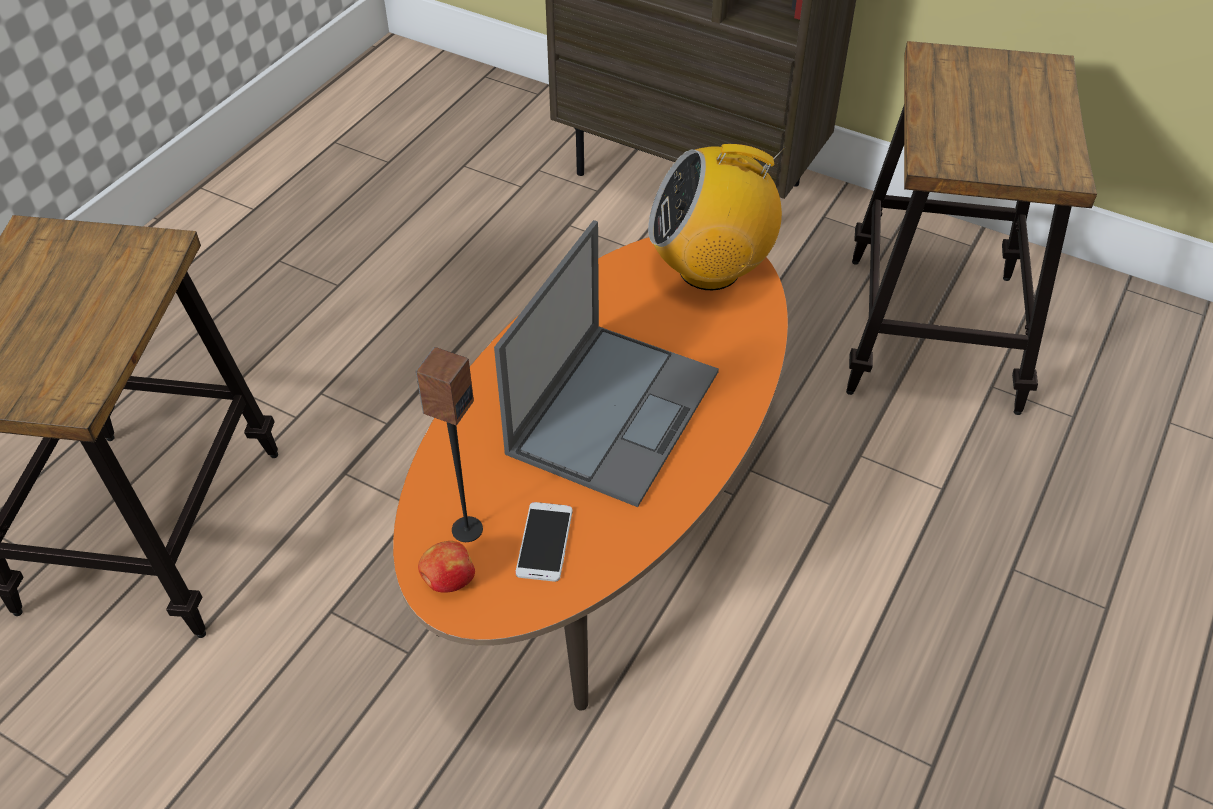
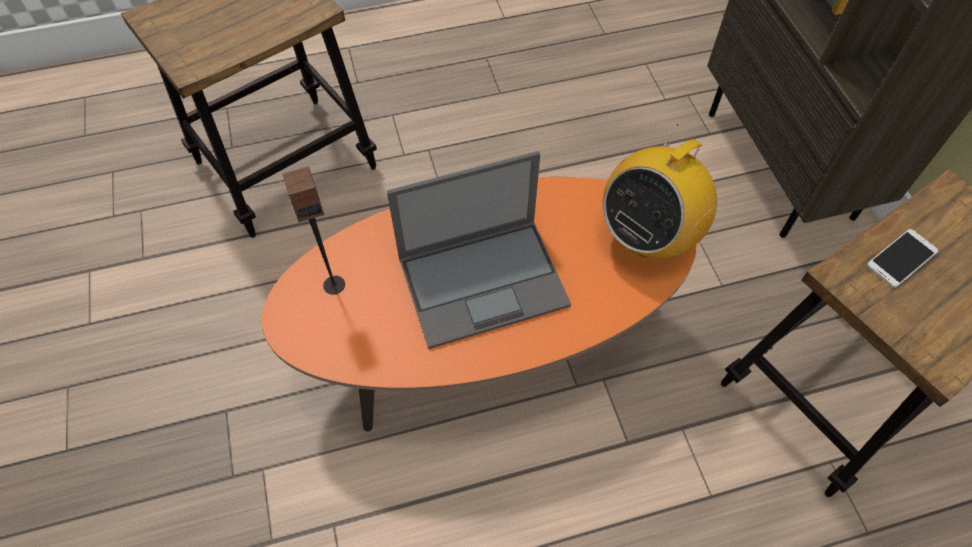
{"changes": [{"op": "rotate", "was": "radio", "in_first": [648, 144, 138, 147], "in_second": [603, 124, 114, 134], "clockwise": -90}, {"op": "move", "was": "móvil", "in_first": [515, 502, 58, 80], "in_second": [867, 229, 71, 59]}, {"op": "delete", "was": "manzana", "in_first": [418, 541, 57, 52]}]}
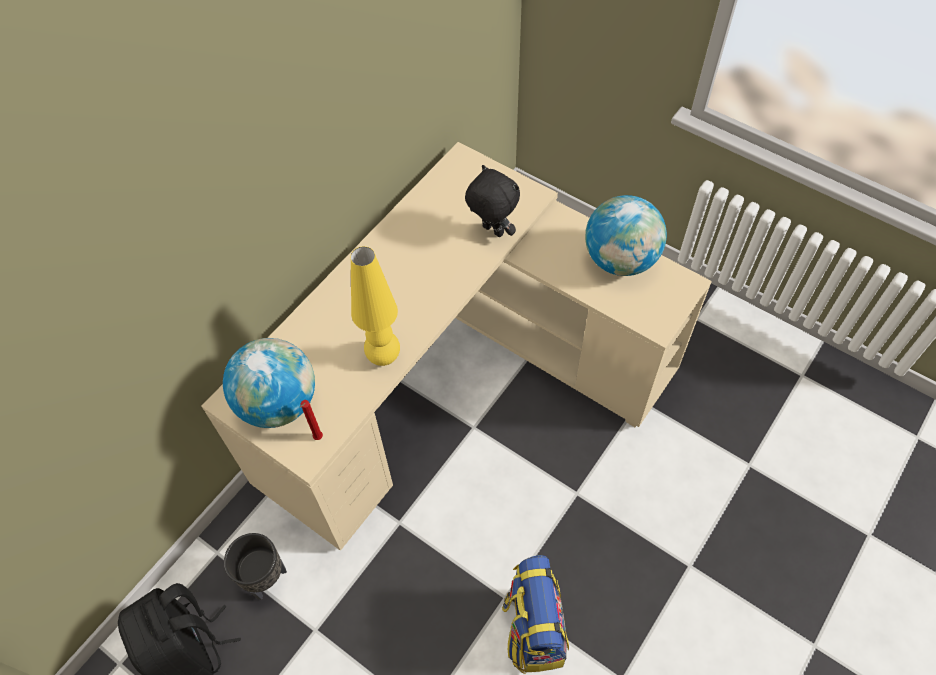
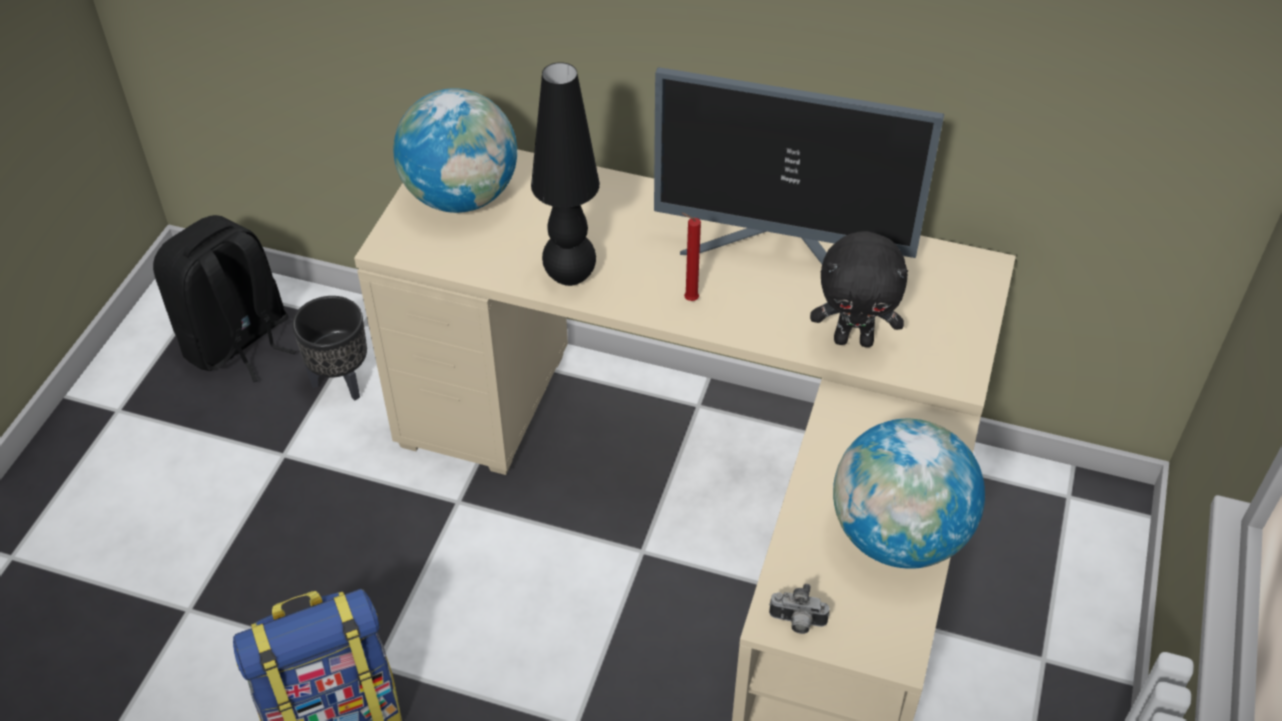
{"changes": [{"op": "recolor", "was": "lámpara de mesa/amarillo", "now": "lámpara de mesa/negro", "in_first": [351, 246, 49, 120], "in_second": [531, 62, 69, 224]}, {"op": "insert", "now": "monitor", "in_second": [654, 67, 290, 197]}, {"op": "move", "was": "vela/rojo", "in_first": [300, 400, 23, 40], "in_second": [682, 213, 19, 88]}, {"op": "insert", "now": "cámara", "in_second": [769, 584, 61, 50]}, {"op": "rotate", "was": "peluche/negro", "in_first": [465, 165, 55, 72], "in_second": [810, 231, 98, 116], "clockwise": 75}]}
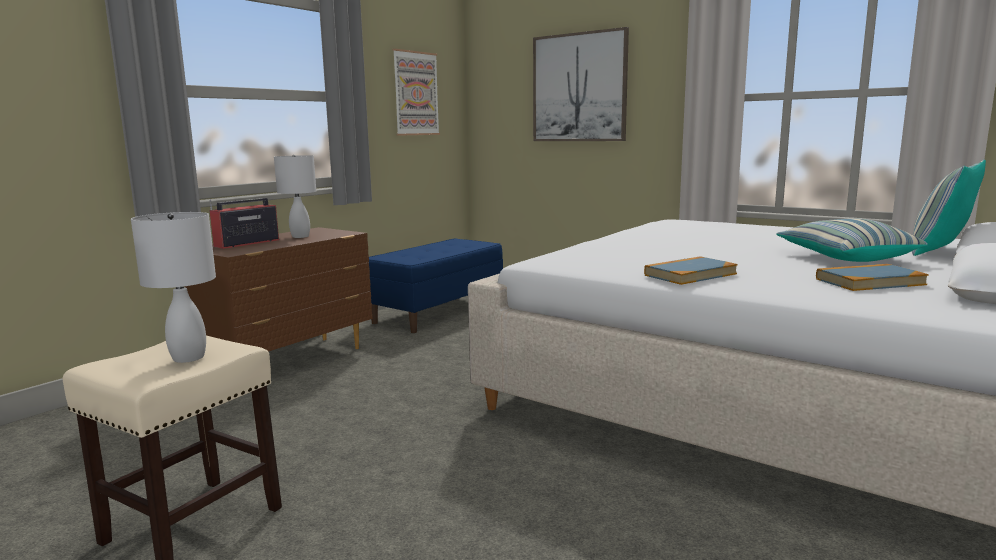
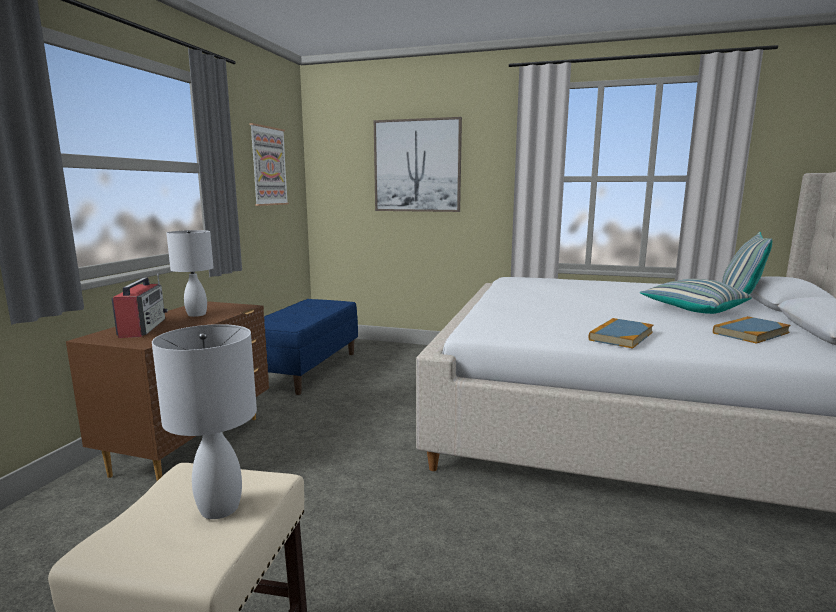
{"changes": [{"op": "rotate", "was": "radio", "in_first": [209, 198, 70, 51], "in_second": [112, 274, 56, 64], "clockwise": 150}]}
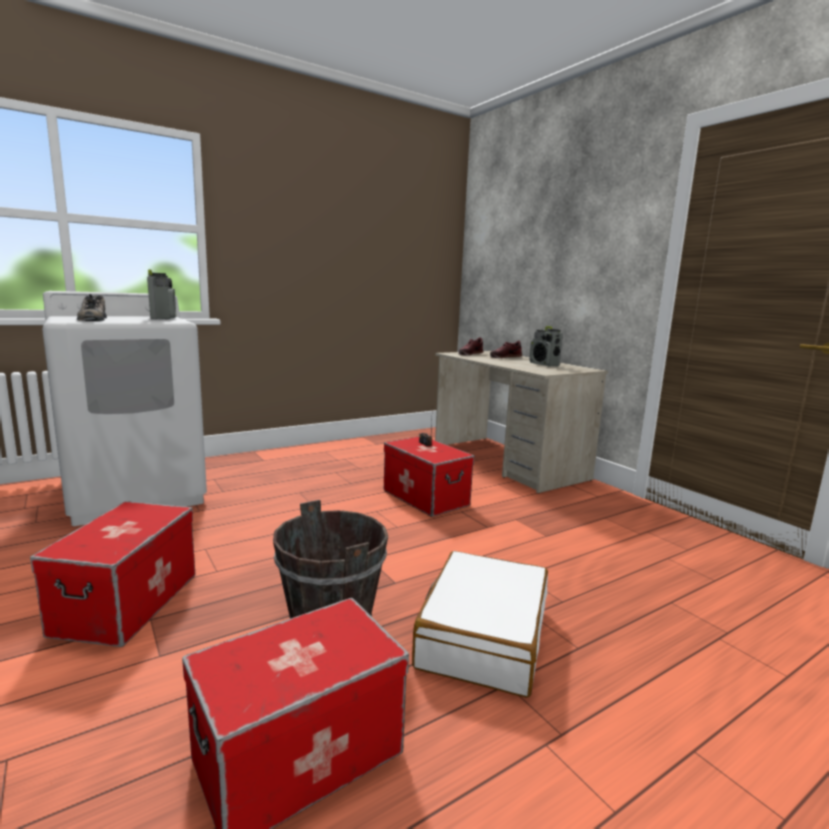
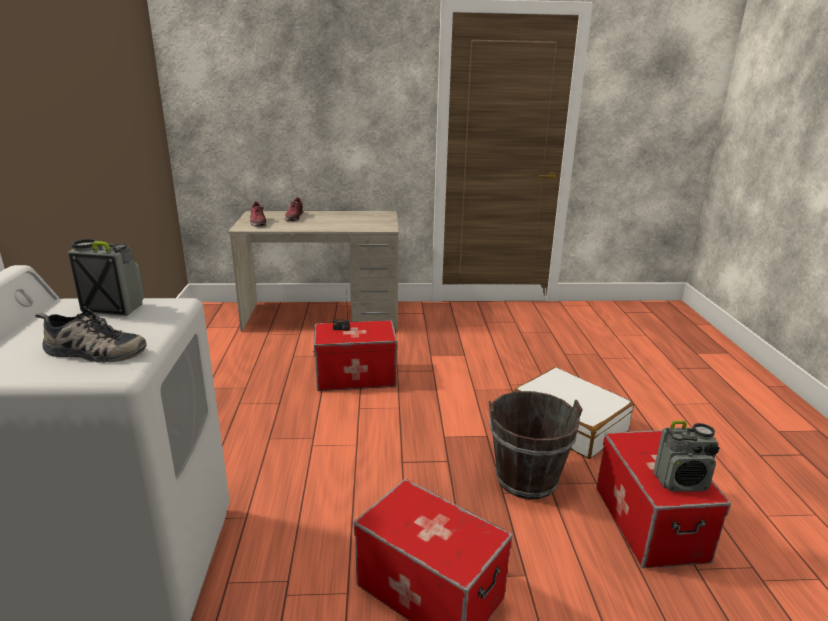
{"changes": [{"op": "move", "was": "radio", "in_first": [529, 326, 34, 40], "in_second": [653, 420, 66, 72]}]}
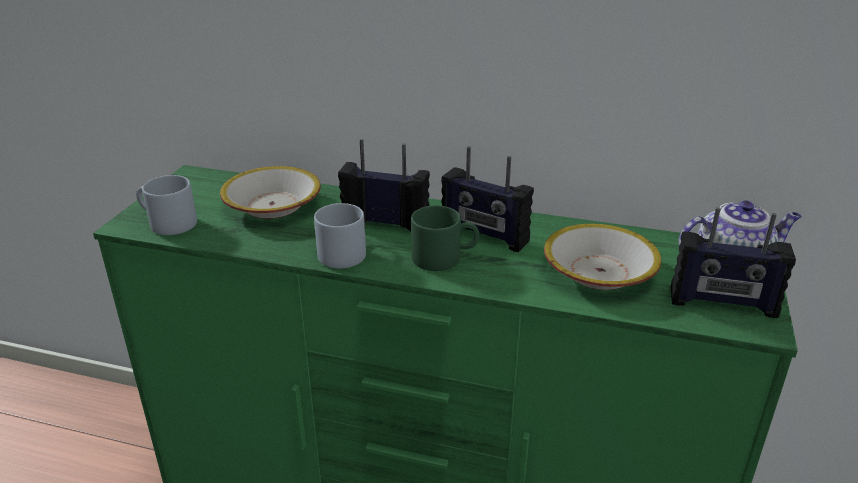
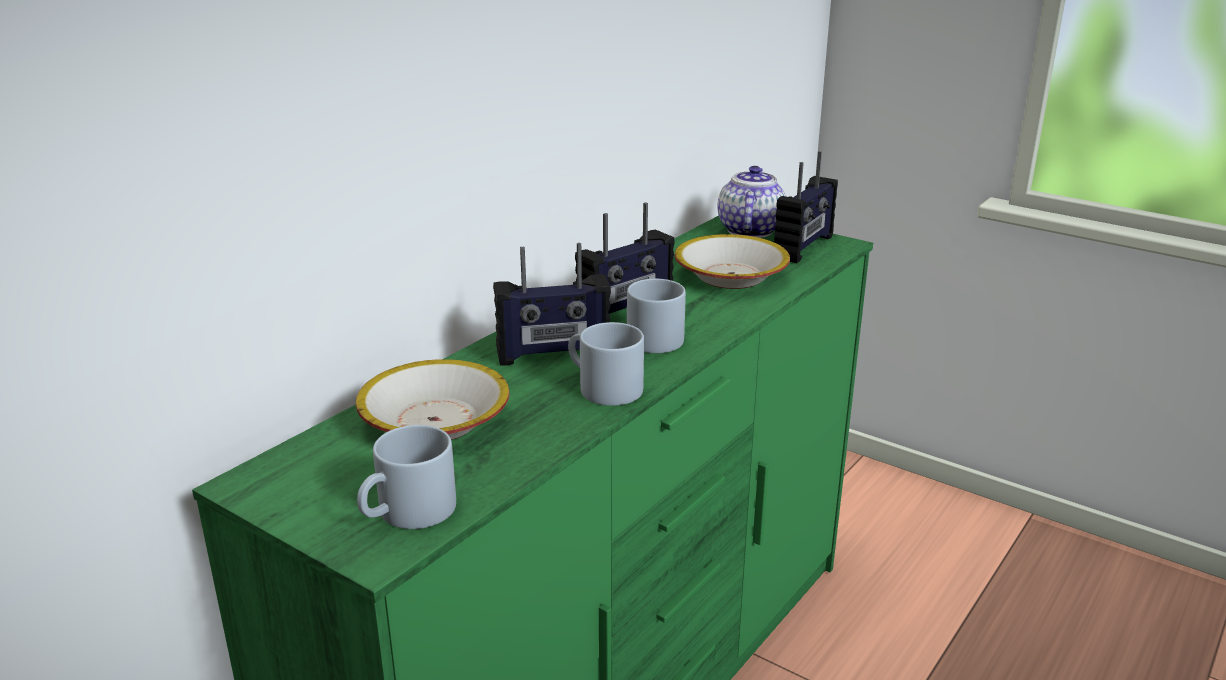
{"changes": [{"op": "rotate", "was": "radio", "in_first": [338, 139, 92, 92], "in_second": [493, 243, 118, 123], "clockwise": -135}, {"op": "recolor", "was": "taza grande/verde", "now": "taza grande/gris", "in_first": [411, 205, 68, 66], "in_second": [627, 279, 59, 74]}]}
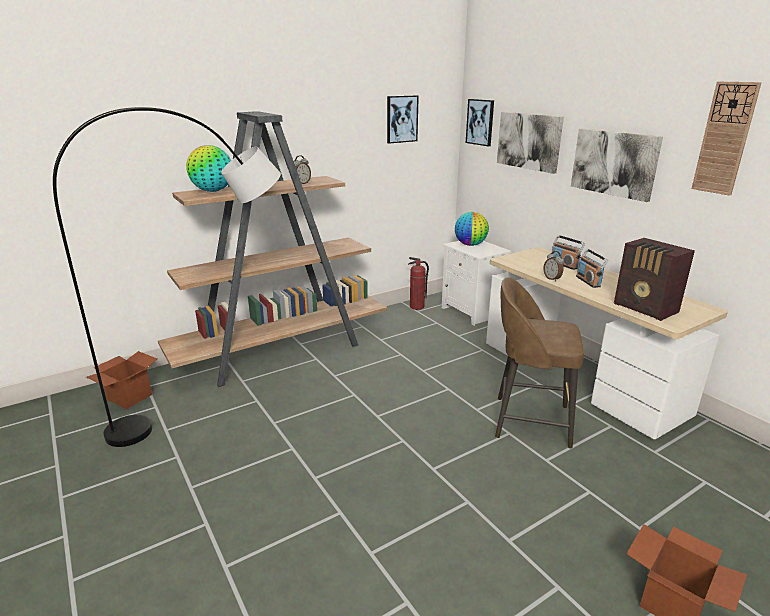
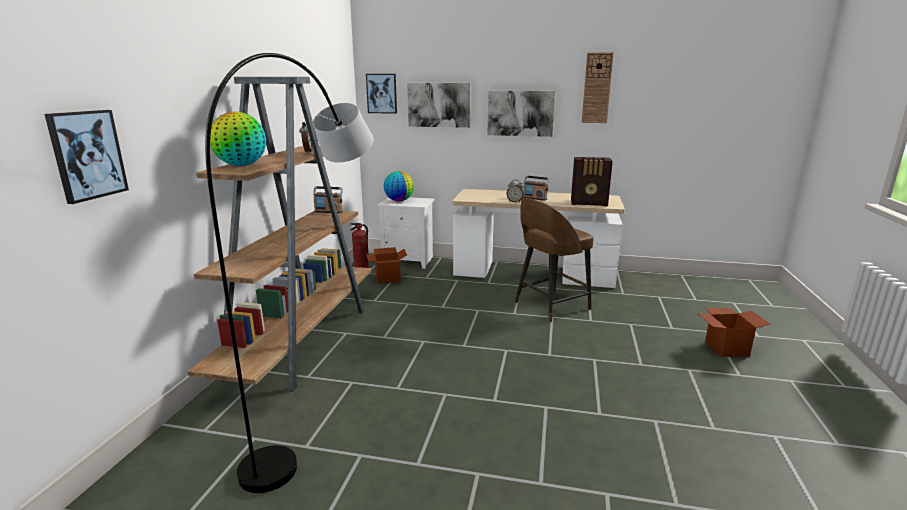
{"changes": [{"op": "move", "was": "cuadro", "in_first": [387, 95, 32, 49], "in_second": [44, 110, 85, 94]}, {"op": "move", "was": "radio", "in_first": [552, 235, 33, 35], "in_second": [313, 186, 30, 28]}, {"op": "move", "was": "caja de cartón", "in_first": [86, 351, 71, 58], "in_second": [366, 247, 41, 37]}]}
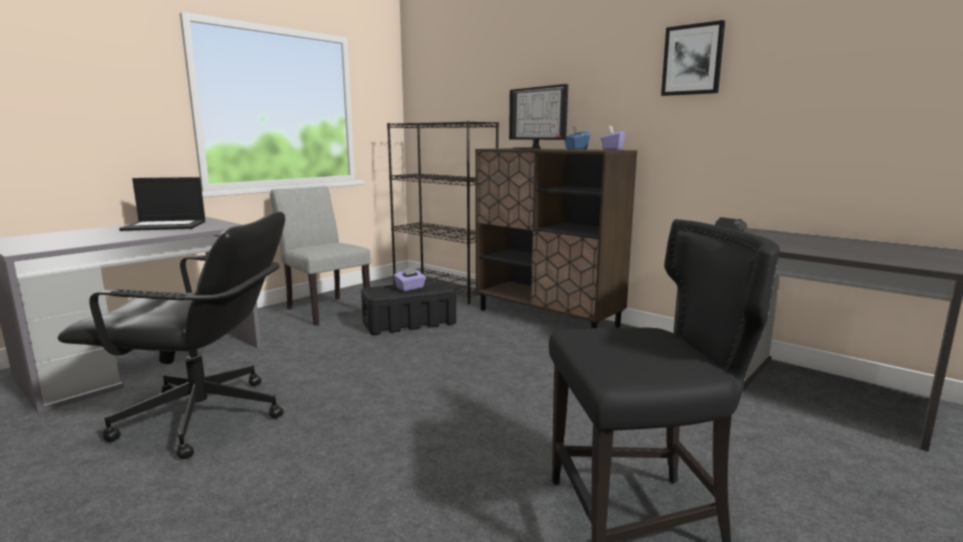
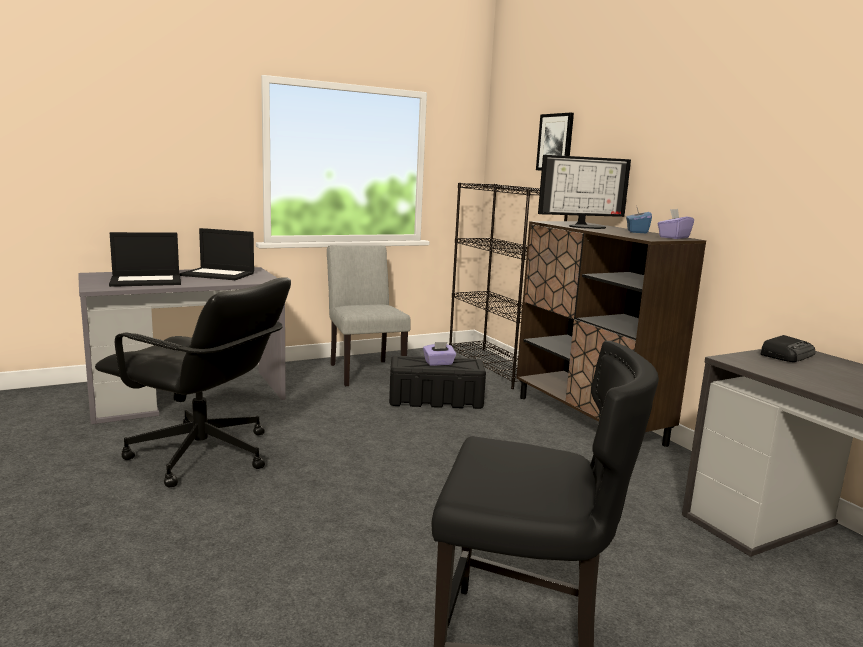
{"changes": [{"op": "insert", "now": "portátil", "in_second": [109, 232, 72, 55]}, {"op": "move", "was": "cuadro", "in_first": [661, 20, 64, 76], "in_second": [536, 113, 38, 58]}, {"op": "rotate", "was": "monitor", "in_first": [509, 84, 59, 66], "in_second": [538, 155, 93, 74], "clockwise": -90}]}
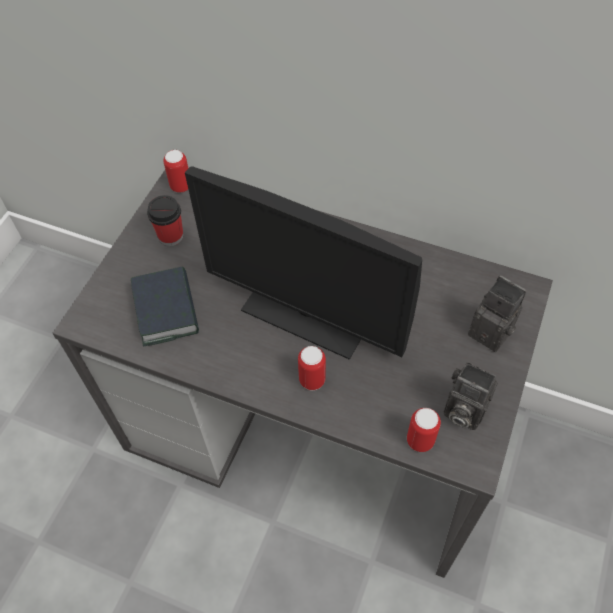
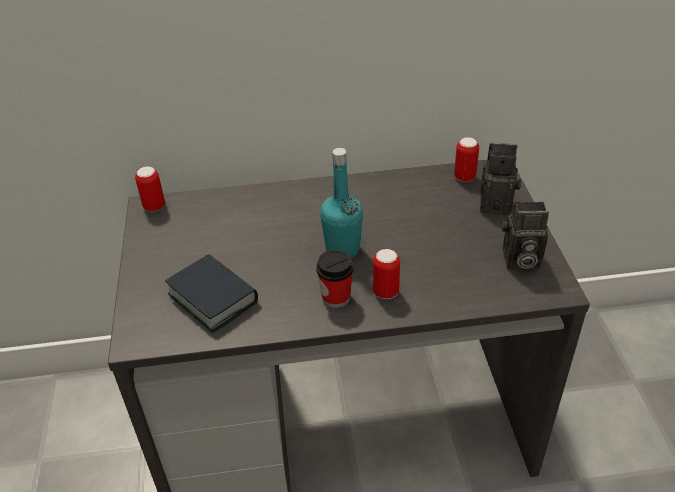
{"changes": [{"op": "move", "was": "taza", "in_first": [147, 195, 36, 51], "in_second": [316, 250, 38, 58]}, {"op": "replace", "was": "monitor", "now": "botella/turquesa", "in_first": [185, 166, 237, 194], "in_second": [320, 148, 43, 110]}, {"op": "move", "was": "lata", "in_first": [407, 408, 34, 44], "in_second": [454, 137, 25, 45]}]}
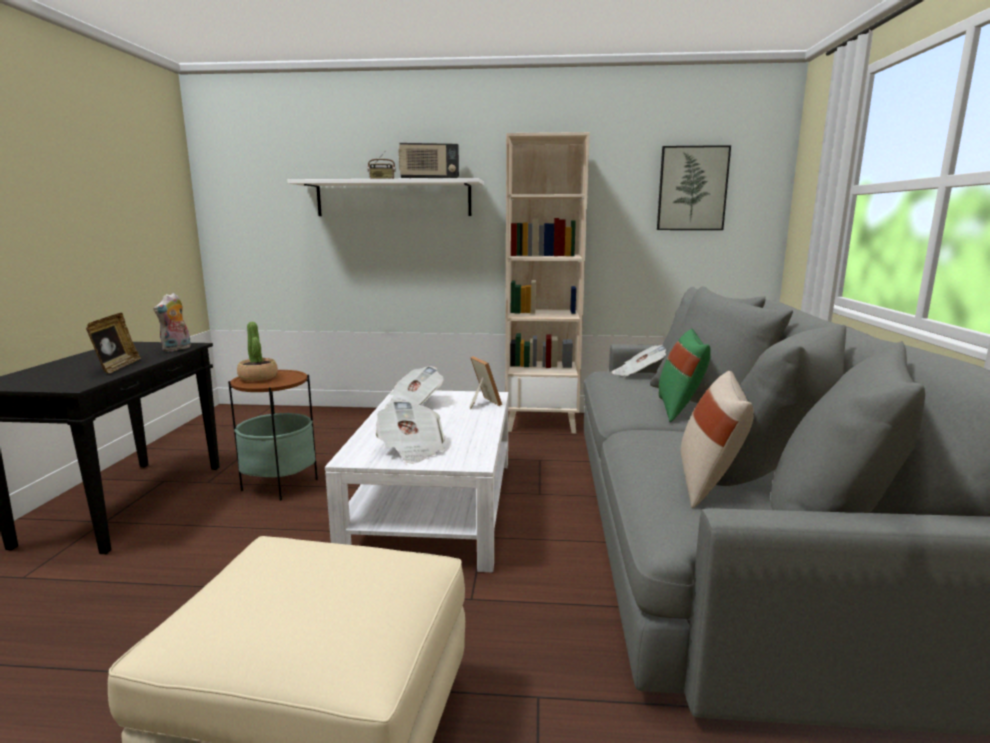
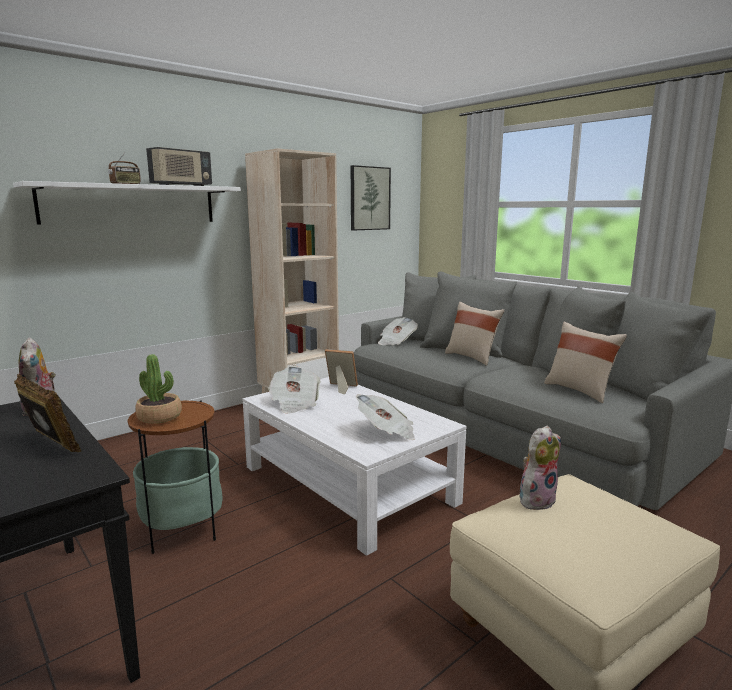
{"changes": [{"op": "recolor", "was": "cojín/verde", "now": "cojín/beis", "in_first": [659, 329, 52, 93], "in_second": [445, 302, 60, 64]}, {"op": "insert", "now": "peluche", "in_second": [520, 426, 41, 84]}]}
